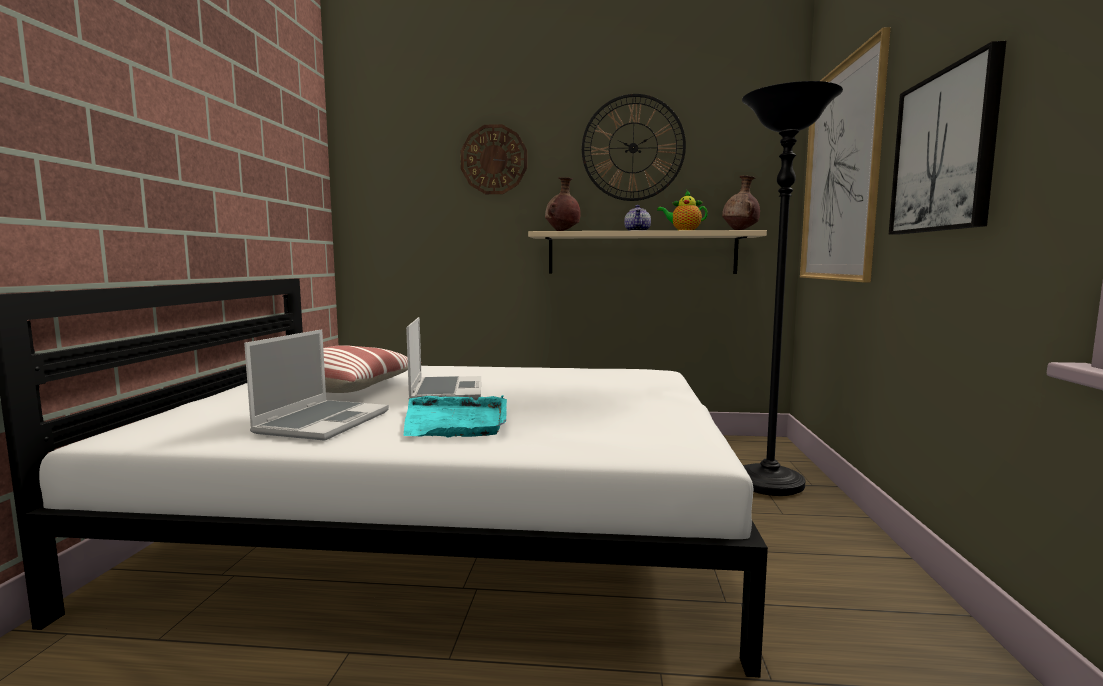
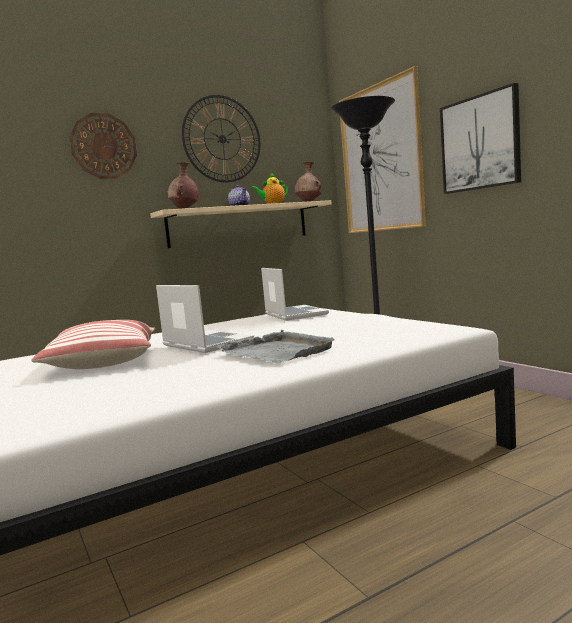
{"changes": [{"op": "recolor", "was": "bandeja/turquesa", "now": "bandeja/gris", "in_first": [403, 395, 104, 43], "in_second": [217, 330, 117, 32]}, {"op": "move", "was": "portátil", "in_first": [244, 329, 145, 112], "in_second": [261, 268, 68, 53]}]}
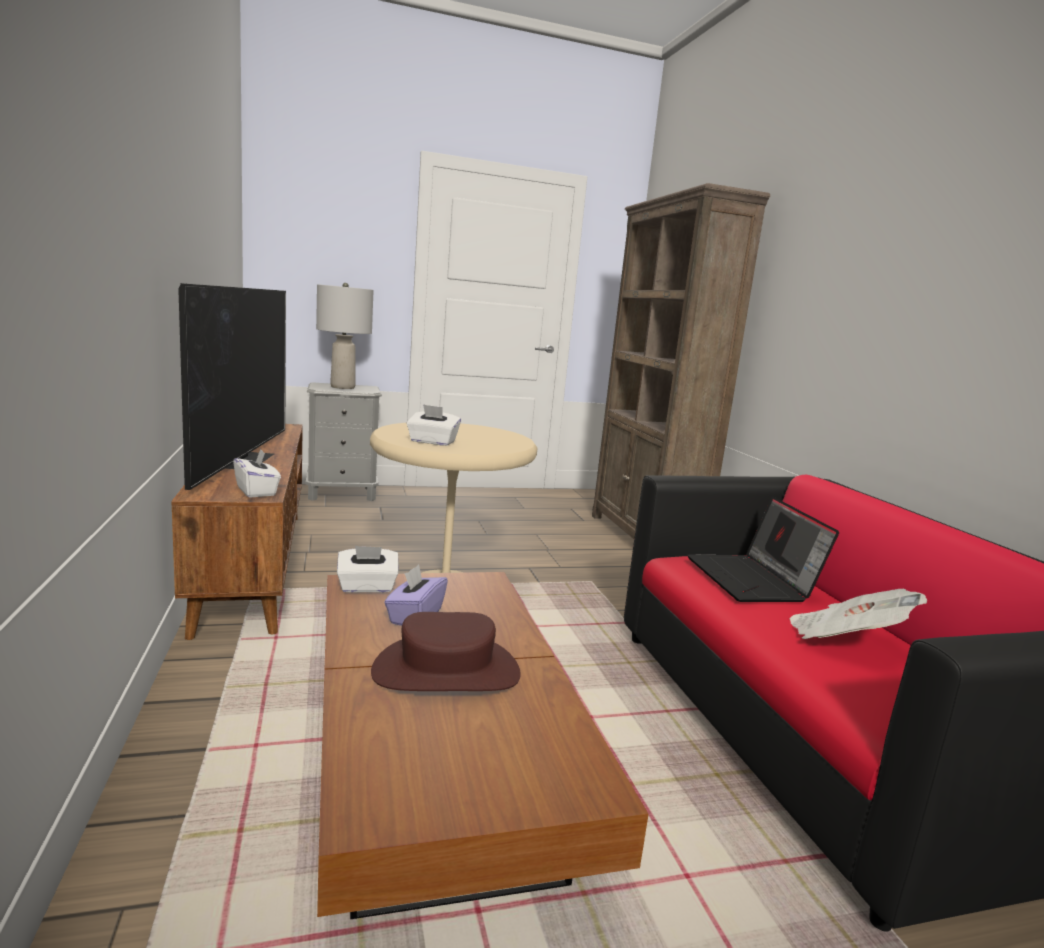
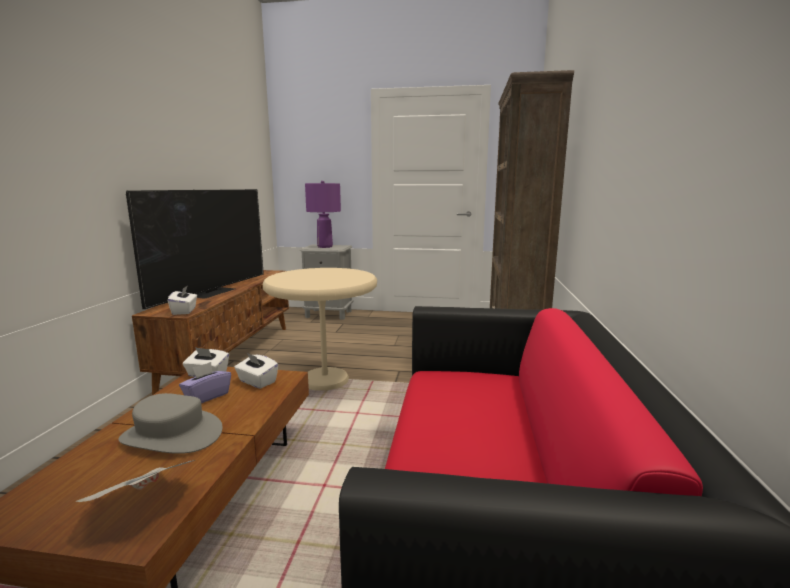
{"changes": [{"op": "move", "was": "periódico", "in_first": [789, 589, 138, 50], "in_second": [76, 460, 119, 42]}, {"op": "recolor", "was": "sombrero/marrón", "now": "sombrero/gris", "in_first": [371, 612, 150, 79], "in_second": [118, 393, 105, 61]}, {"op": "move", "was": "caja de pañuelos/blanco", "in_first": [406, 404, 55, 42], "in_second": [234, 353, 44, 36]}, {"op": "recolor", "was": "lámpara de mesa/gris", "now": "lámpara de mesa/morado", "in_first": [316, 283, 58, 106], "in_second": [305, 181, 36, 67]}, {"op": "delete", "was": "portátil", "in_first": [687, 497, 152, 105]}]}
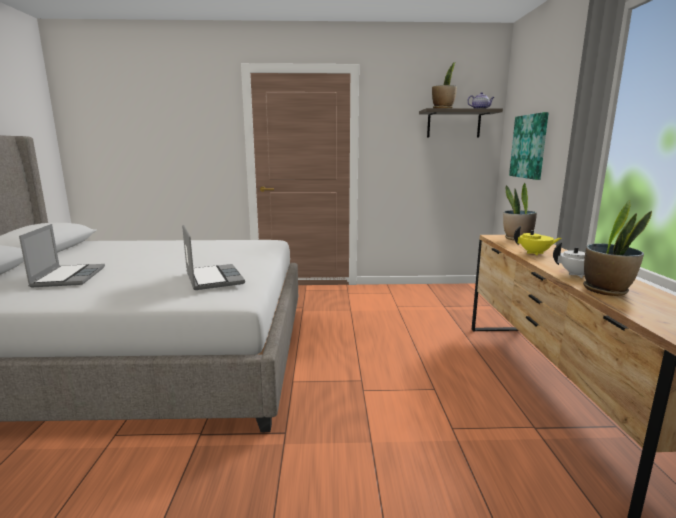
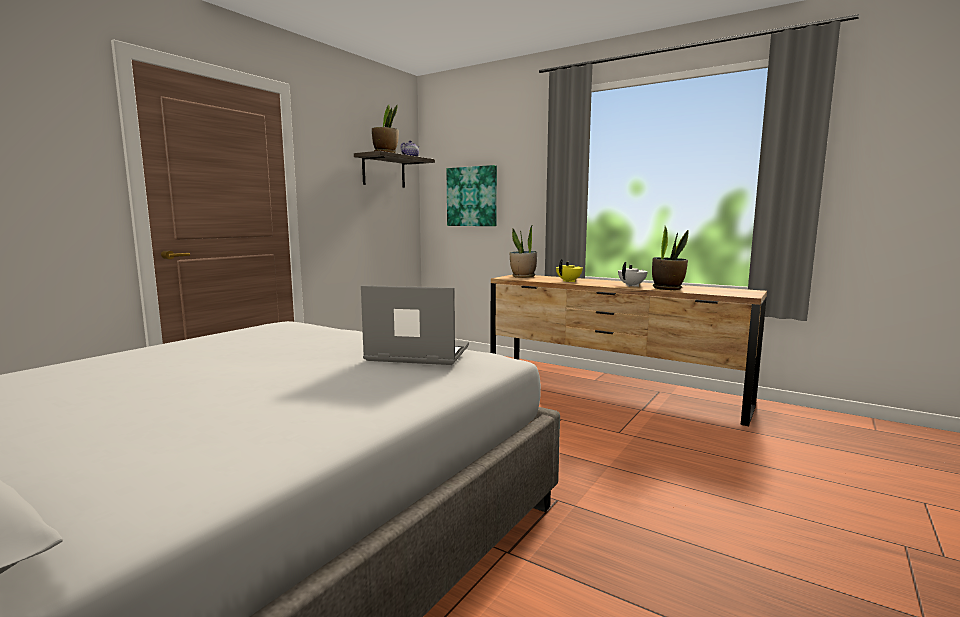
{"changes": [{"op": "delete", "was": "portátil", "in_first": [19, 224, 86, 63]}]}
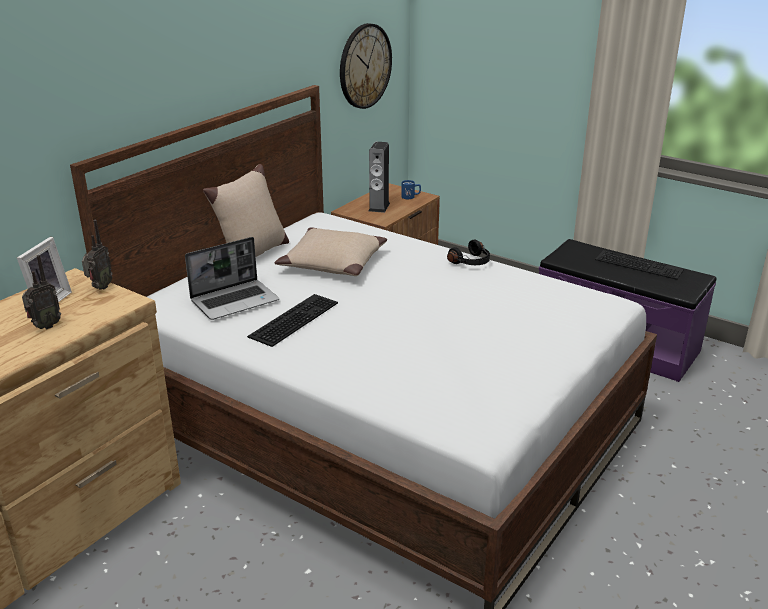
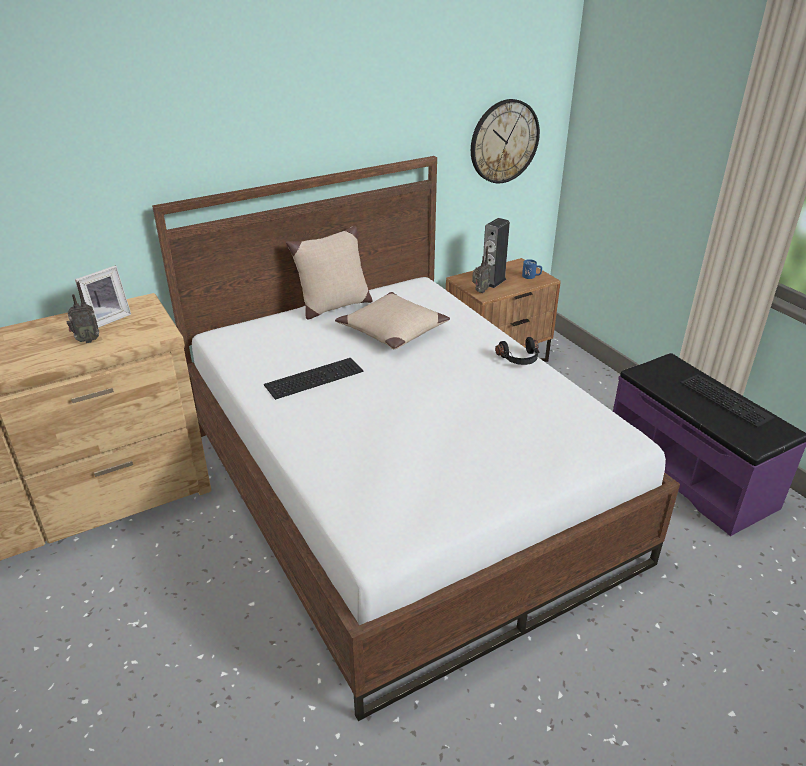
{"changes": [{"op": "move", "was": "radio", "in_first": [82, 220, 31, 70], "in_second": [472, 246, 19, 47]}, {"op": "delete", "was": "portátil", "in_first": [185, 237, 94, 83]}]}
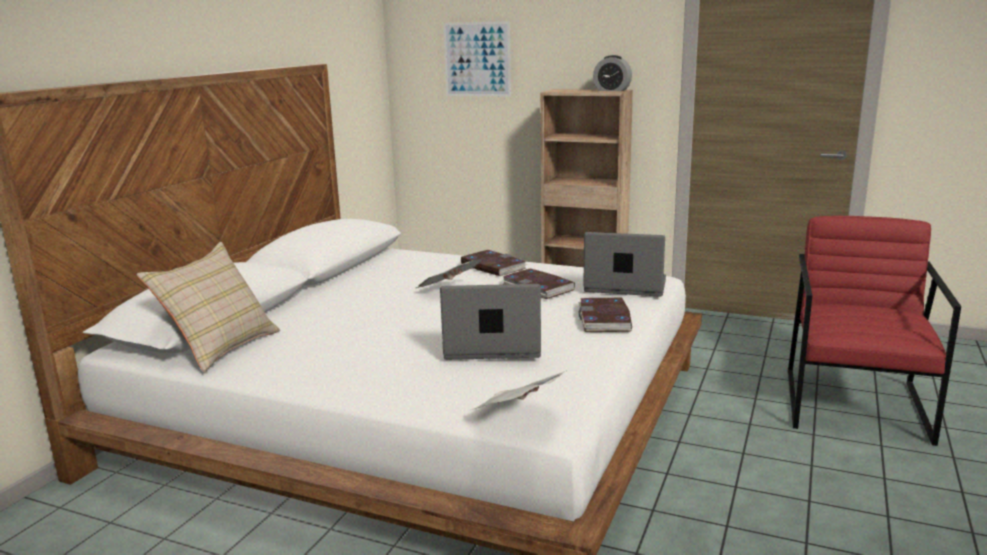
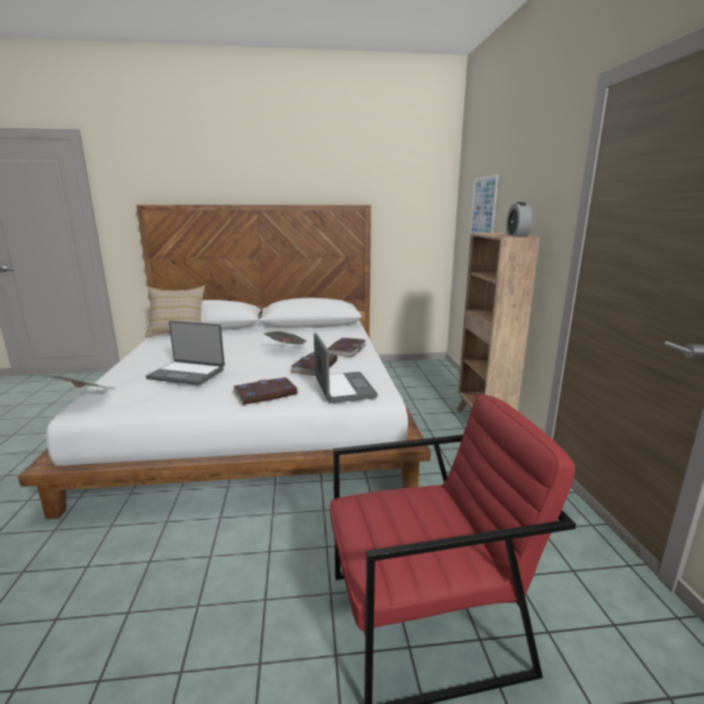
{"changes": [{"op": "rotate", "was": "portátil", "in_first": [440, 284, 101, 76], "in_second": [146, 321, 79, 64], "clockwise": 135}]}
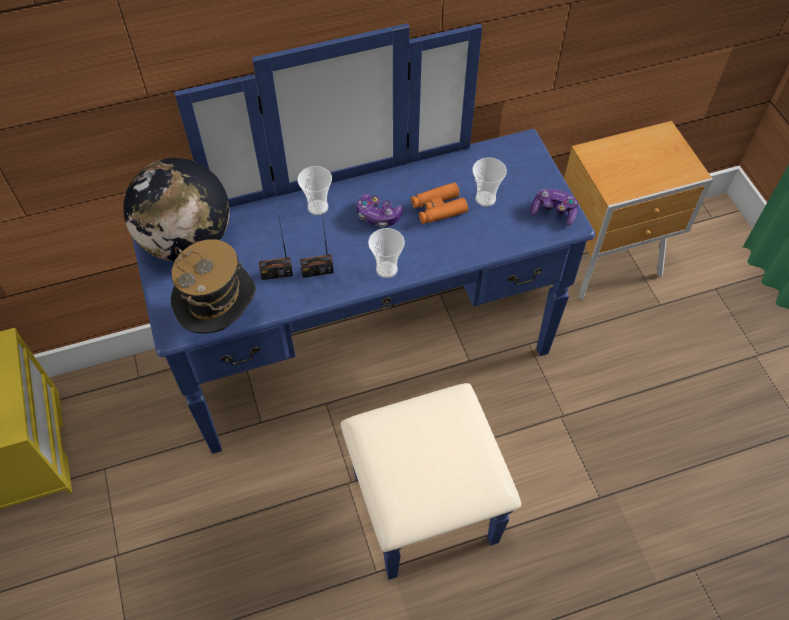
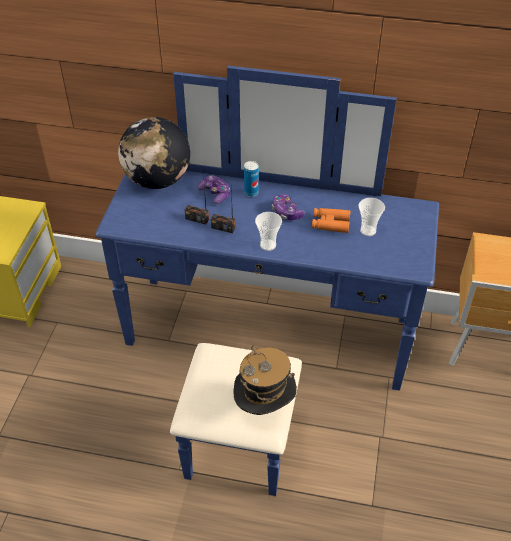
{"changes": [{"op": "move", "was": "mando de consola", "in_first": [531, 189, 48, 37], "in_second": [197, 175, 33, 29]}, {"op": "move", "was": "sombrero", "in_first": [171, 239, 85, 95], "in_second": [233, 345, 64, 70]}, {"op": "replace", "was": "taza", "now": "lata", "in_first": [297, 166, 35, 49], "in_second": [244, 161, 15, 36]}]}
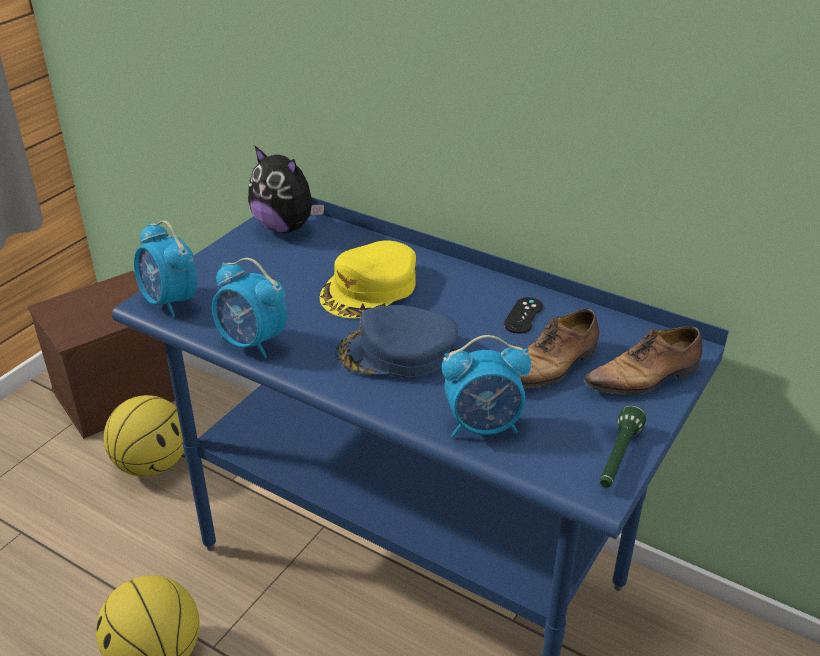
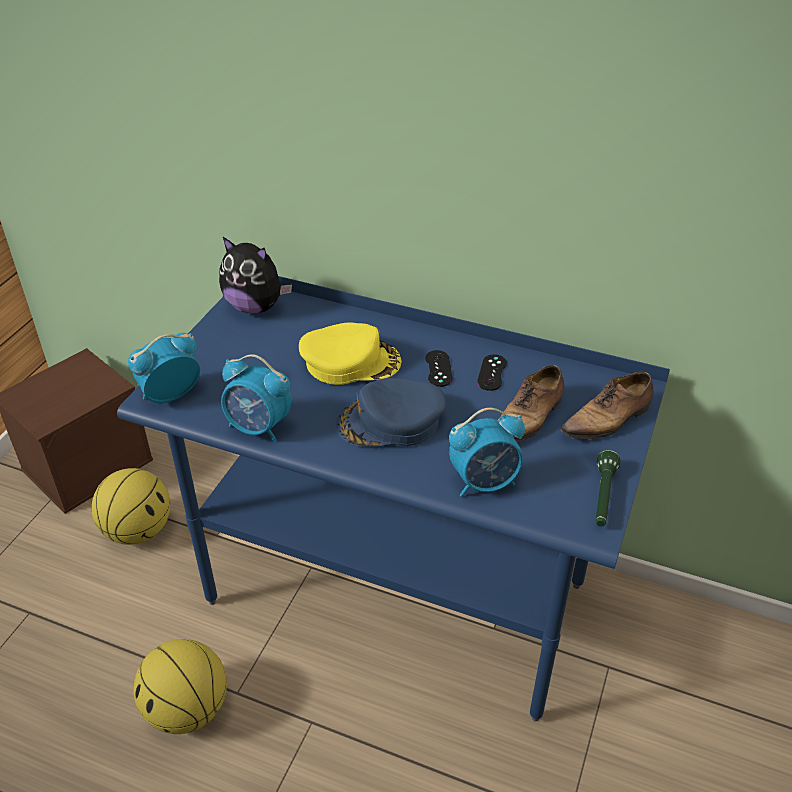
{"changes": [{"op": "rotate", "was": "despertador", "in_first": [134, 221, 63, 96], "in_second": [128, 333, 72, 70], "clockwise": 105}, {"op": "rotate", "was": "gorra/amarillo", "in_first": [319, 240, 97, 78], "in_second": [299, 323, 102, 62], "clockwise": -120}, {"op": "insert", "now": "mando de consola/negro", "in_second": [425, 350, 28, 37]}]}
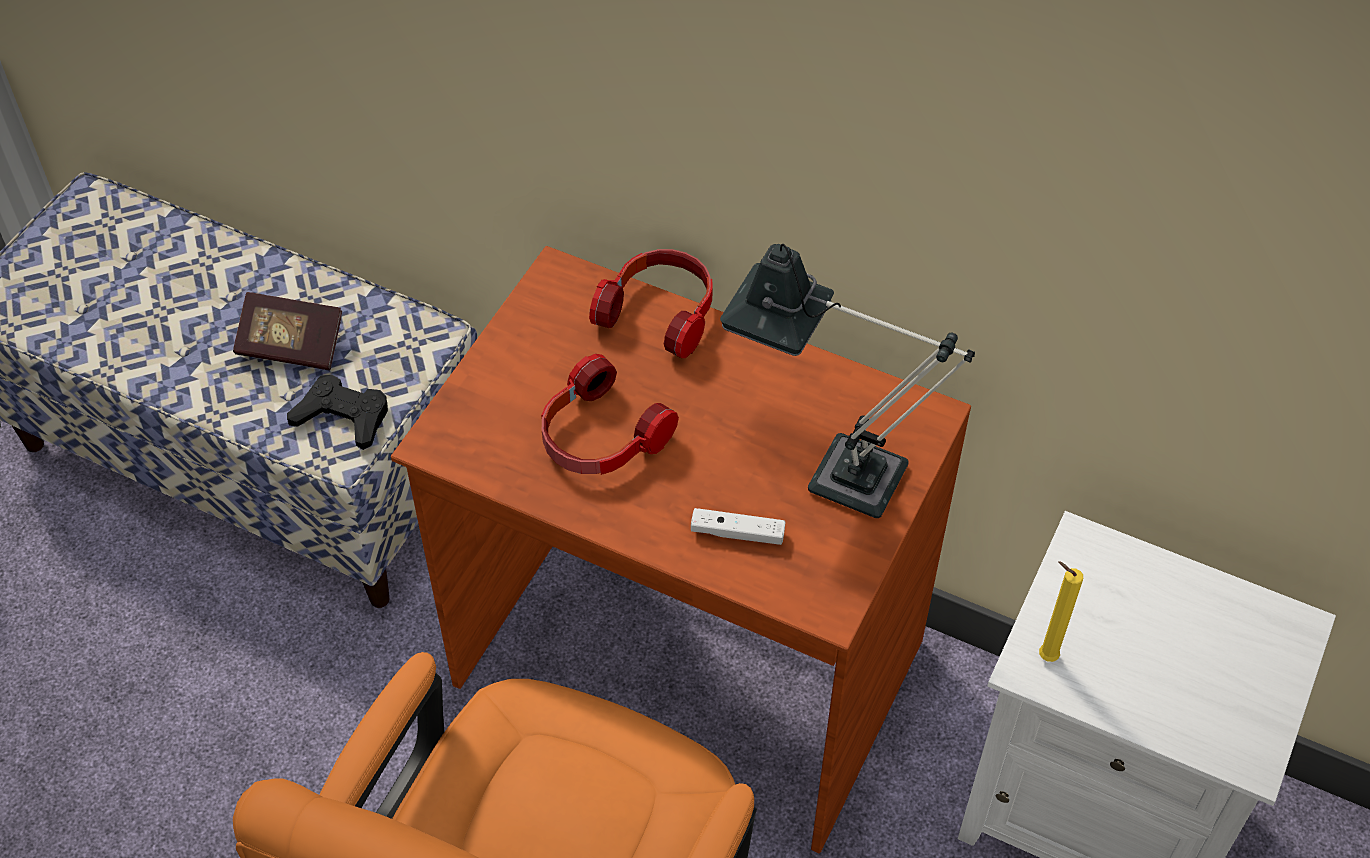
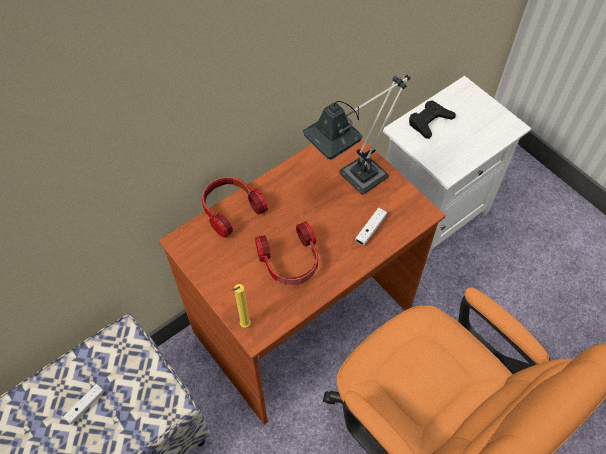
{"changes": [{"op": "replace", "was": "libro", "now": "mando de consola/blanco", "in_first": [233, 292, 109, 78], "in_second": [63, 384, 41, 40]}, {"op": "move", "was": "vela/amarillo", "in_first": [1039, 561, 44, 101], "in_second": [231, 284, 20, 44]}, {"op": "move", "was": "mando de consola/negro", "in_first": [287, 375, 101, 75], "in_second": [409, 100, 47, 39]}]}
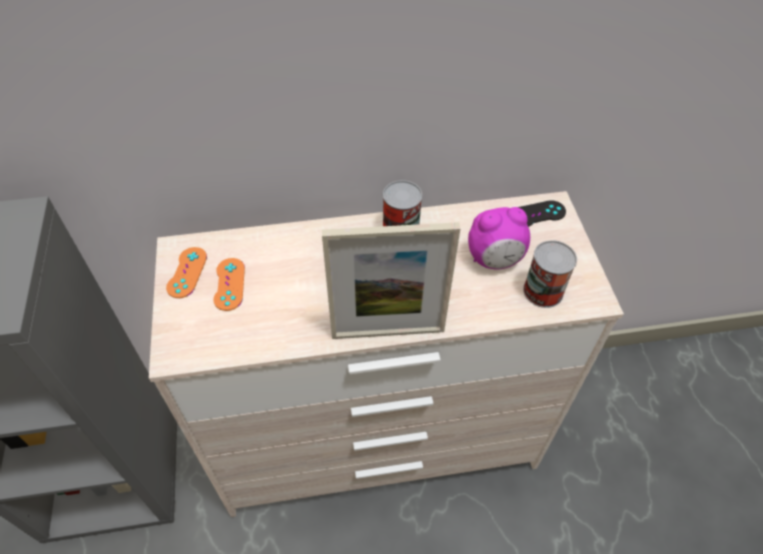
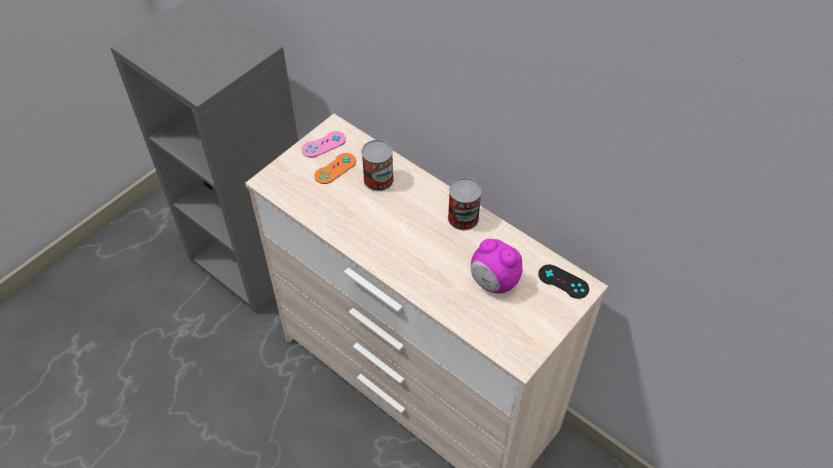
{"changes": [{"op": "recolor", "was": "mando de consola/naranja", "now": "mando de consola/rosa", "in_first": [166, 247, 41, 51], "in_second": [301, 131, 45, 27]}, {"op": "move", "was": "lata", "in_first": [523, 240, 54, 68], "in_second": [361, 140, 33, 51]}, {"op": "delete", "was": "portarretratos", "in_first": [322, 222, 138, 117]}]}
